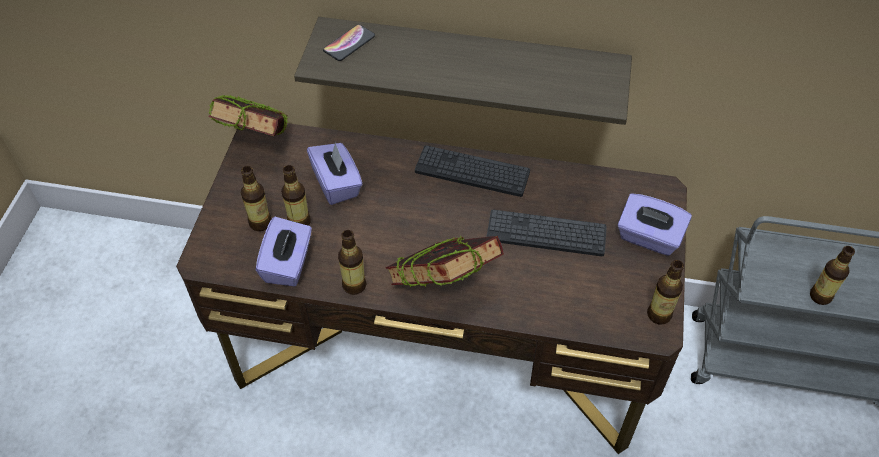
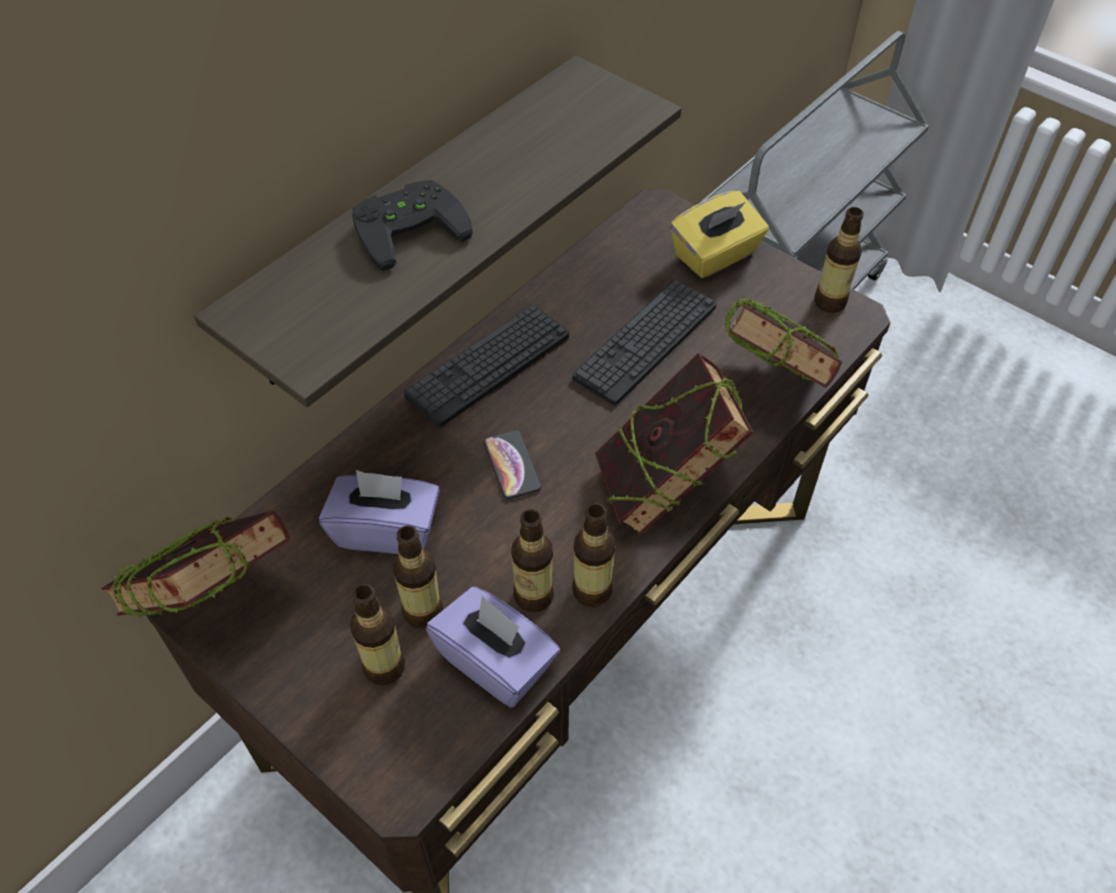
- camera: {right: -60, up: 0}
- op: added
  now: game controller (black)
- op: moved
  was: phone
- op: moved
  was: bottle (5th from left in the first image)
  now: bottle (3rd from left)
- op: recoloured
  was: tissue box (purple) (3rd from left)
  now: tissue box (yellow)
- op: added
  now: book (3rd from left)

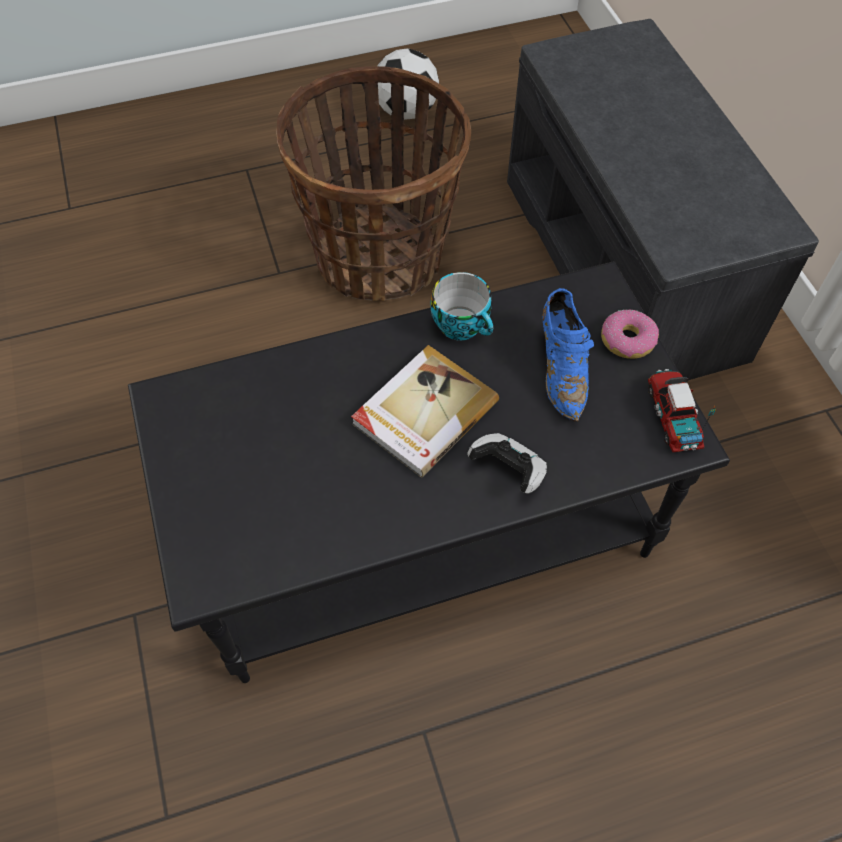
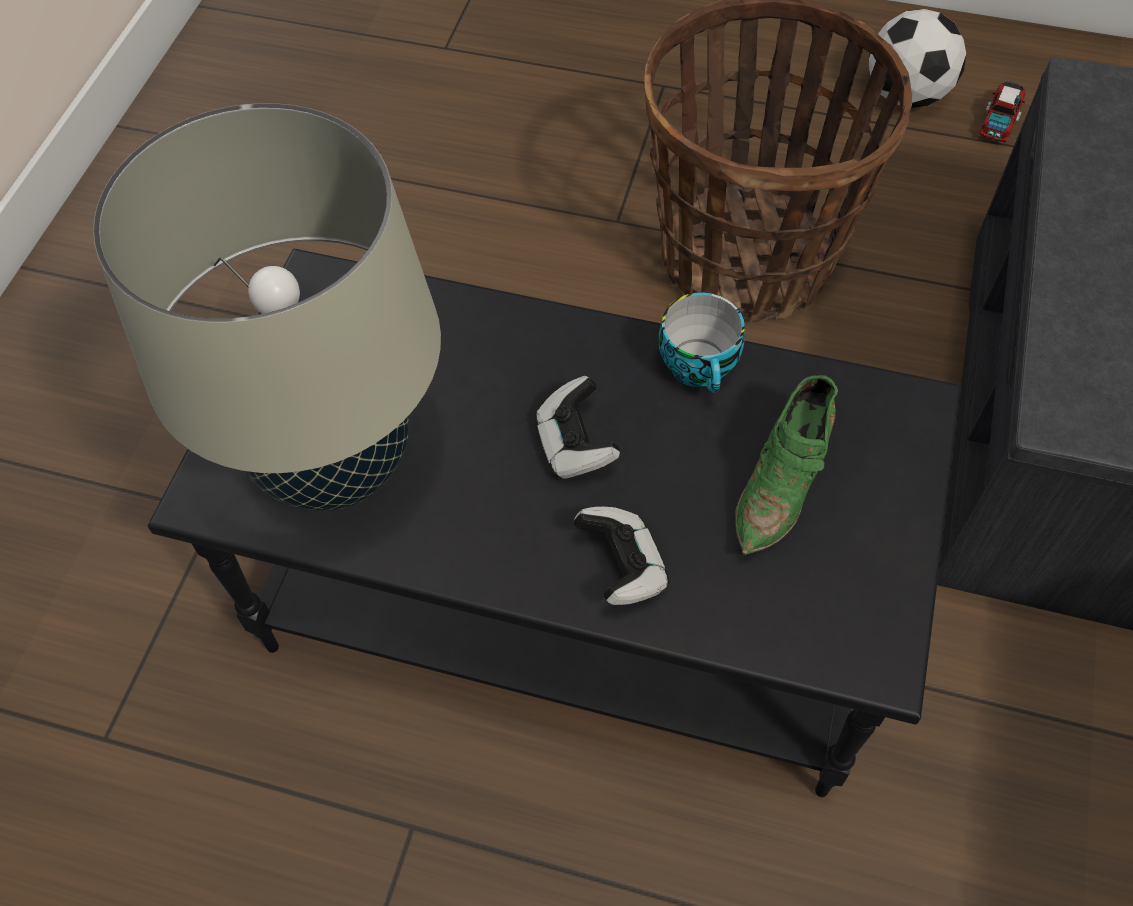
- camera: {right: 35, up: 0}
- op: added
  now: table lamp (beige)
- op: replaced
  was: book
  now: game controller (1st from left)
- op: recoloured
  was: shoe (blue)
  now: shoe (green)
- op: moved
  was: toy truck
- op: removed
  was: donut

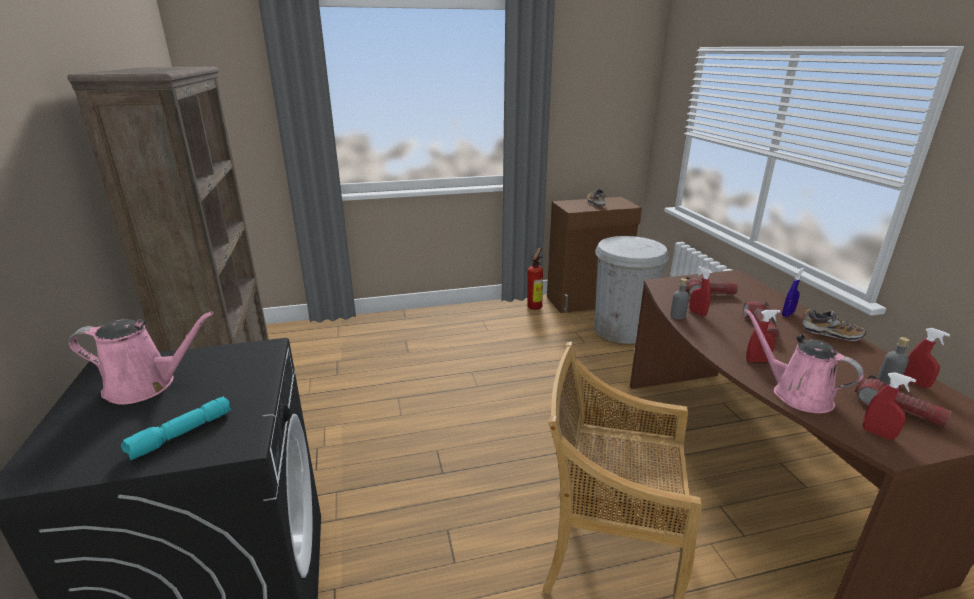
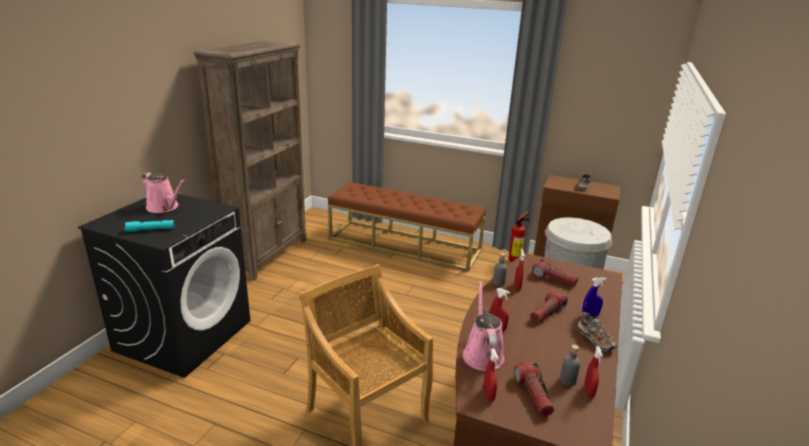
- camera: {right: 35, up: 0}
- op: added
  now: bench (brown)

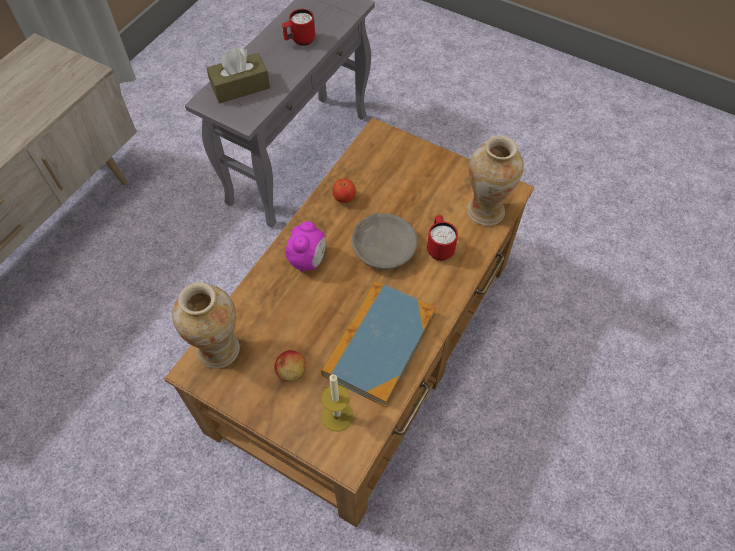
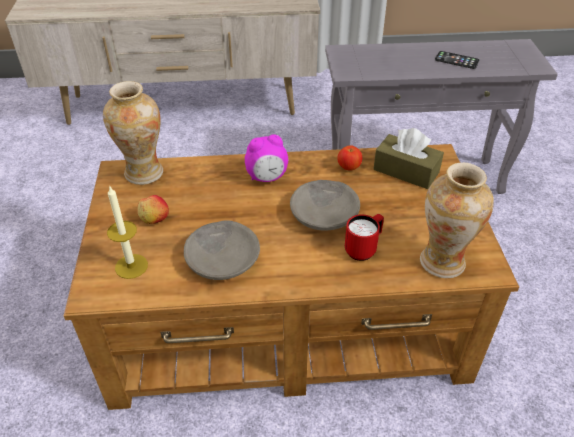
- camera: {right: 55, up: -15}
- op: replaced
  was: book
  now: bowl (grey) (1st from left)
- op: moved
  was: tissue box (brown)
- op: replaced
  was: mug (red) (1st from left)
  now: phone

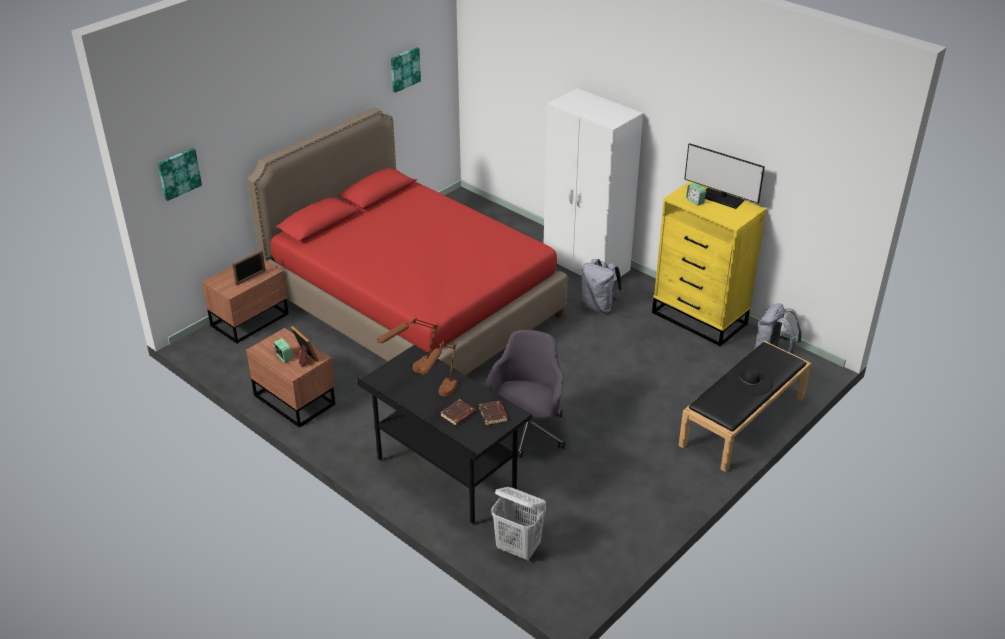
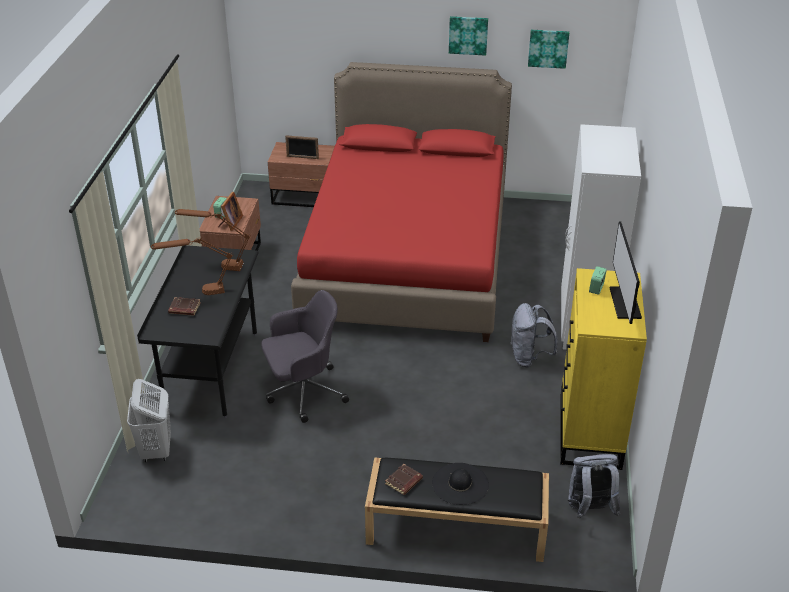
- camera: {right: 55, up: 0}
- op: moved
  was: book (brown) (2nd from left)
- op: moved
  was: picture (1st from left)

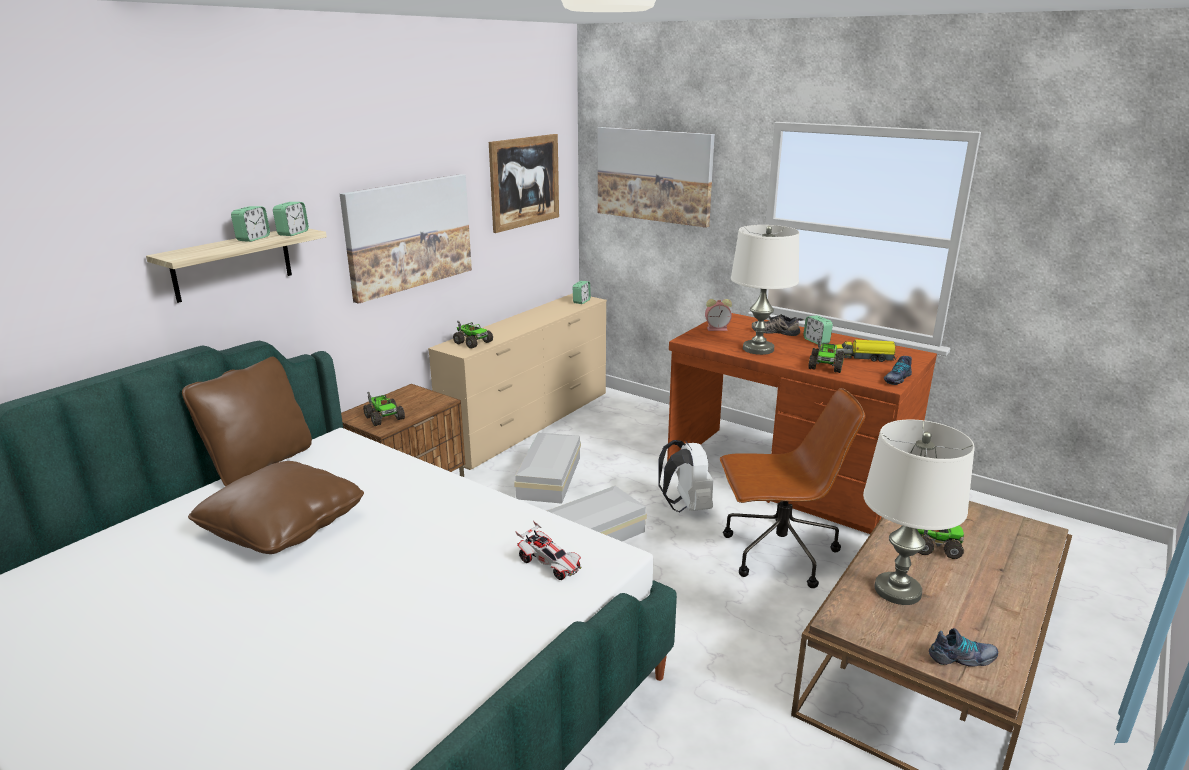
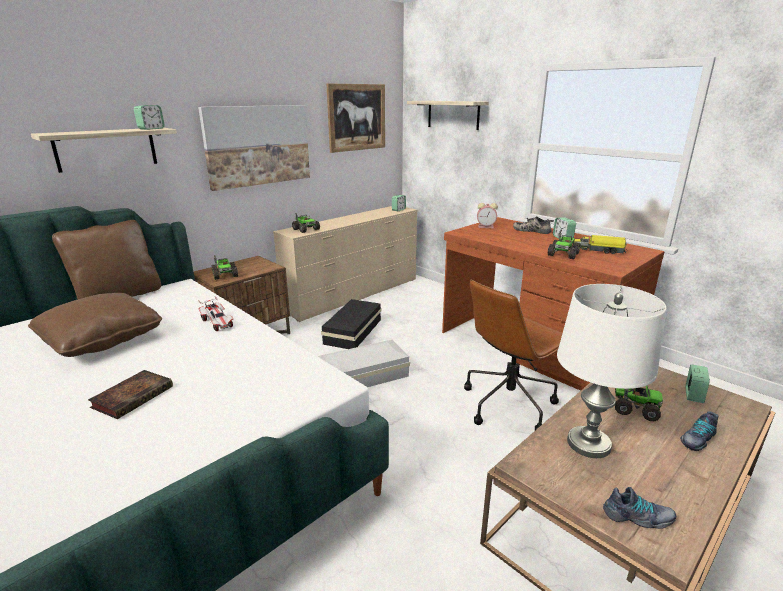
- camera: {right: 10, up: 0}
- op: added
  now: book
- op: moved
  was: toy car
- op: recoloured
  was: storage box (white) (1st from left)
  now: storage box (black)
- op: replaced
  was: picture (3rd from left)
  now: shelf (2nd from left)
- op: turned
  was: office chair (brown)
  clockwise: 135
- op: moved
  was: shoe (2nd from left in the first image)
  now: shoe (3rd from left)
- op: moved
  was: alarm clock (1st from left in the first image)
  now: alarm clock (5th from left)
- op: removed
  was: backpack (white)
- op: removed
  was: table lamp (white) (1st from left)

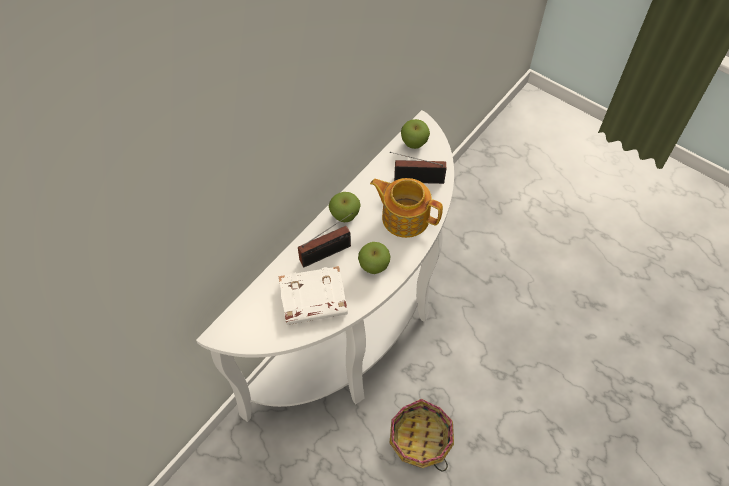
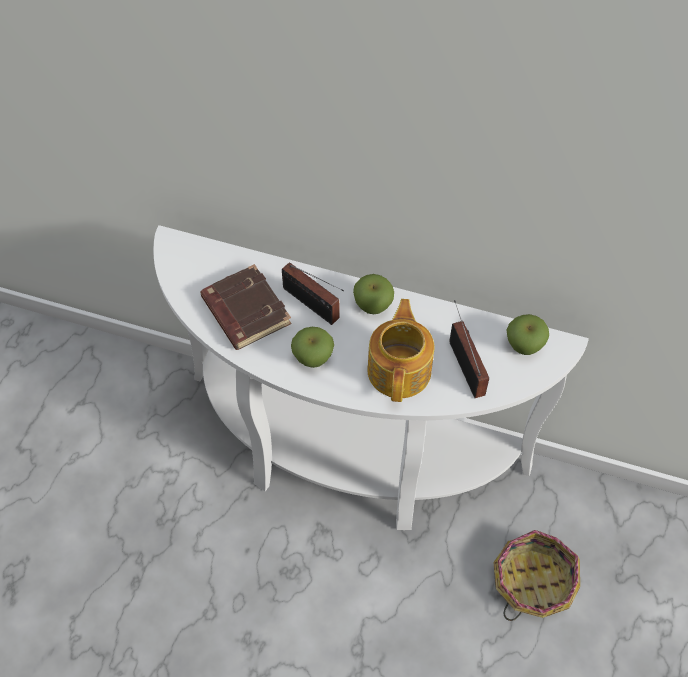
- camera: {right: 70, up: 0}
- op: recoloured
  was: book (white)
  now: book (brown)
- op: moved
  was: basket

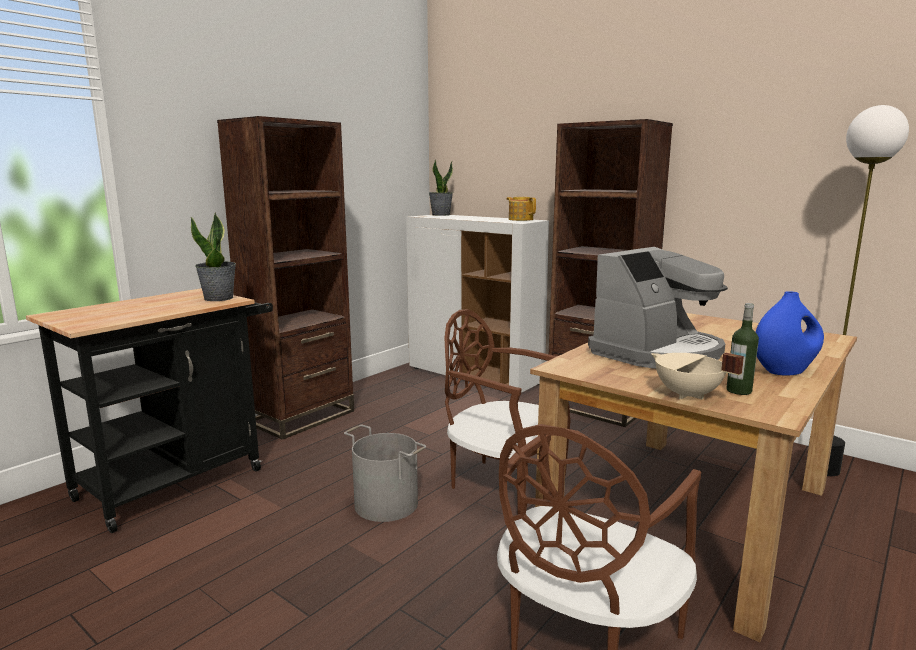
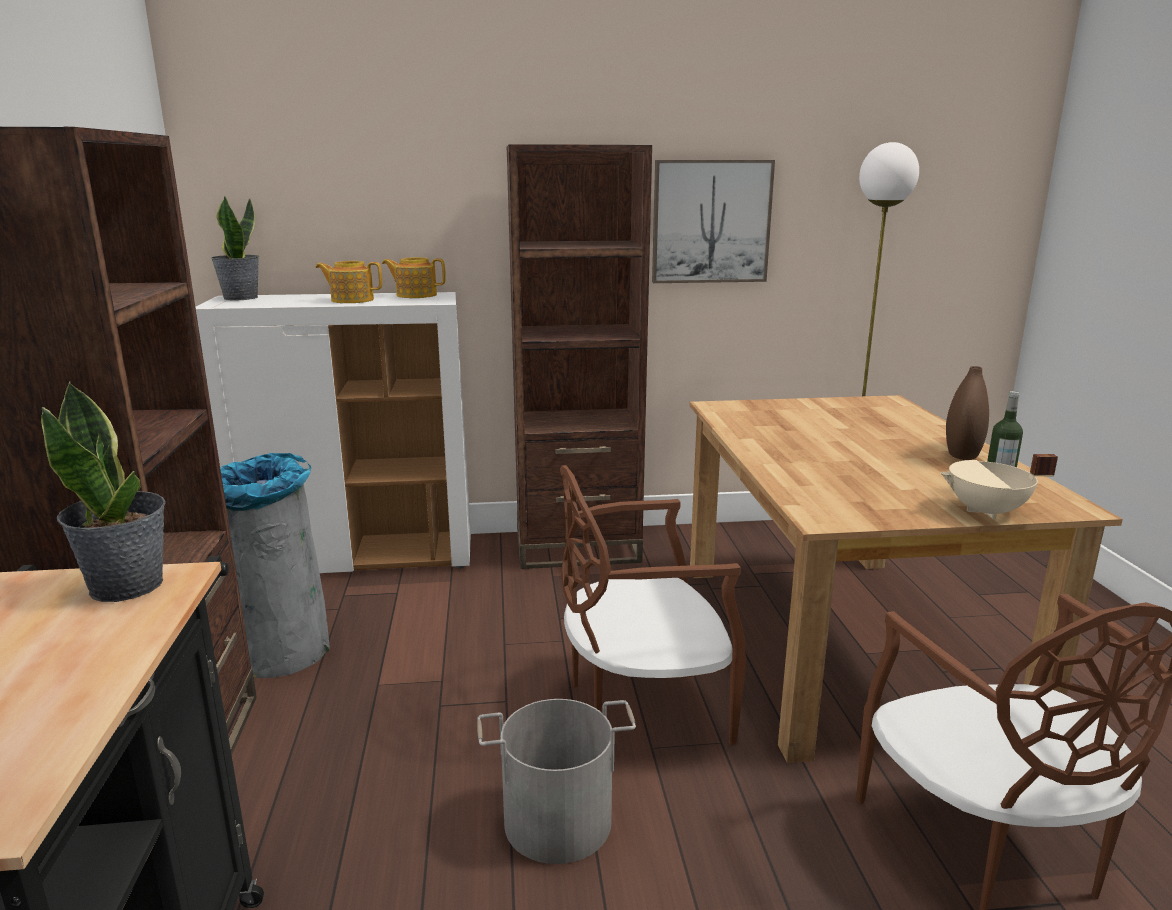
- camera: {right: -45, up: 5}
- op: added
  now: trash can (grey)
- op: added
  now: teapot (1st from left)
- op: added
  now: picture
- op: recoloured
  was: vase (blue)
  now: vase (brown)
- op: removed
  was: coffee machine

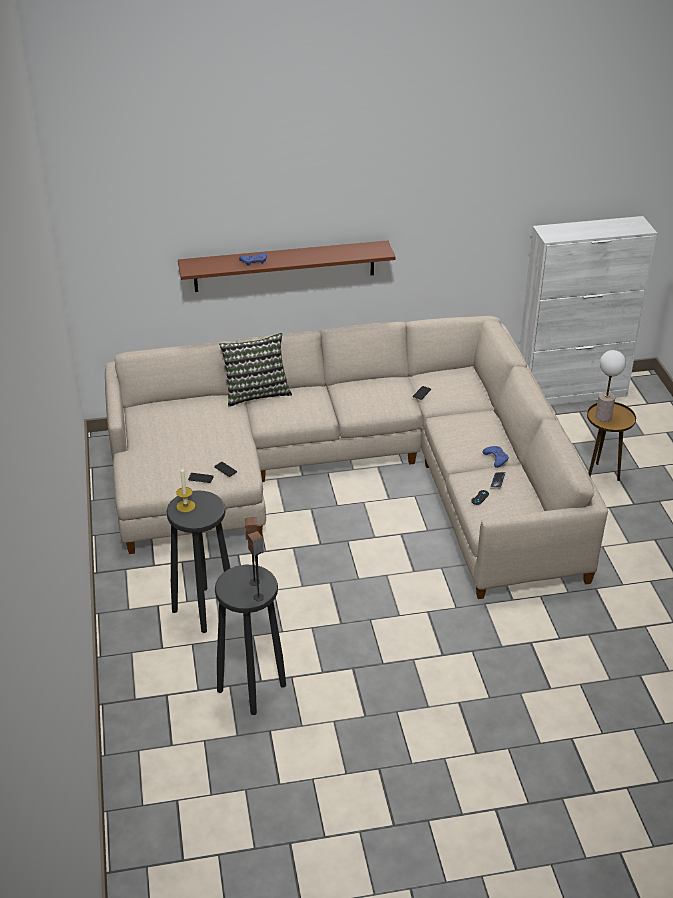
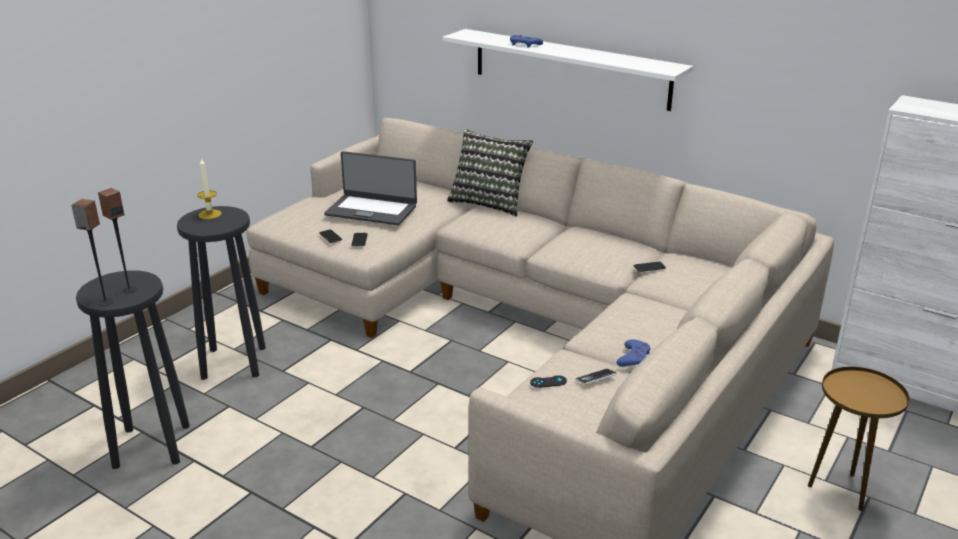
- camera: {right: 45, up: -10}
- op: added
  now: laptop
- op: recoloured
  was: shelf (brown)
  now: shelf (white)
- op: removed
  was: table lamp

